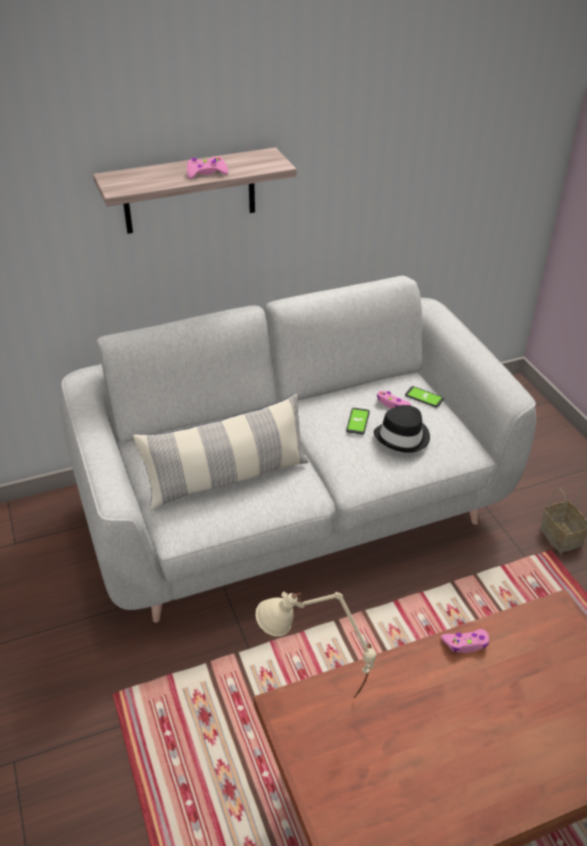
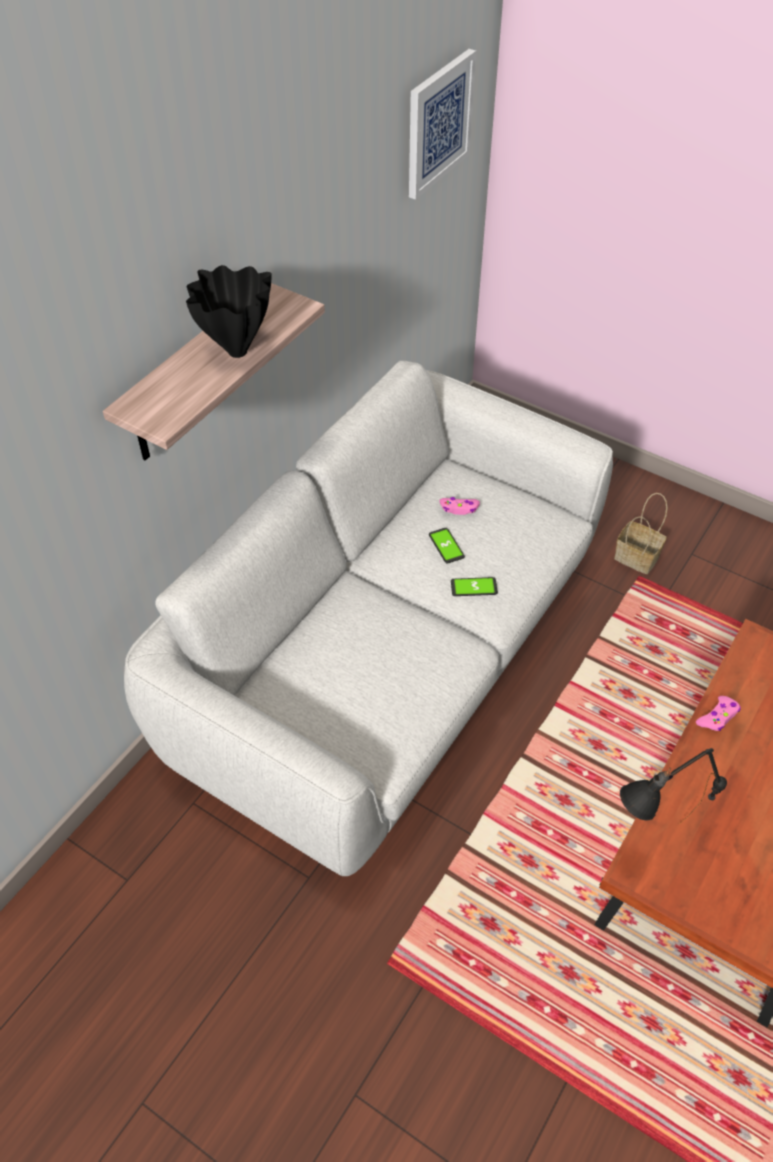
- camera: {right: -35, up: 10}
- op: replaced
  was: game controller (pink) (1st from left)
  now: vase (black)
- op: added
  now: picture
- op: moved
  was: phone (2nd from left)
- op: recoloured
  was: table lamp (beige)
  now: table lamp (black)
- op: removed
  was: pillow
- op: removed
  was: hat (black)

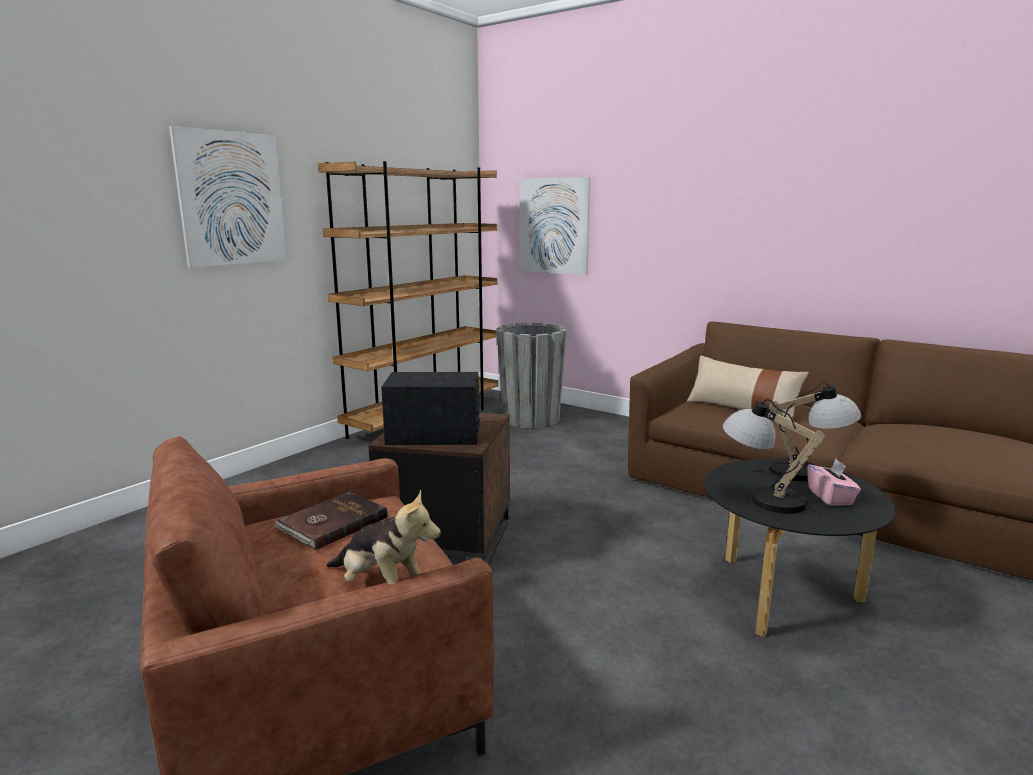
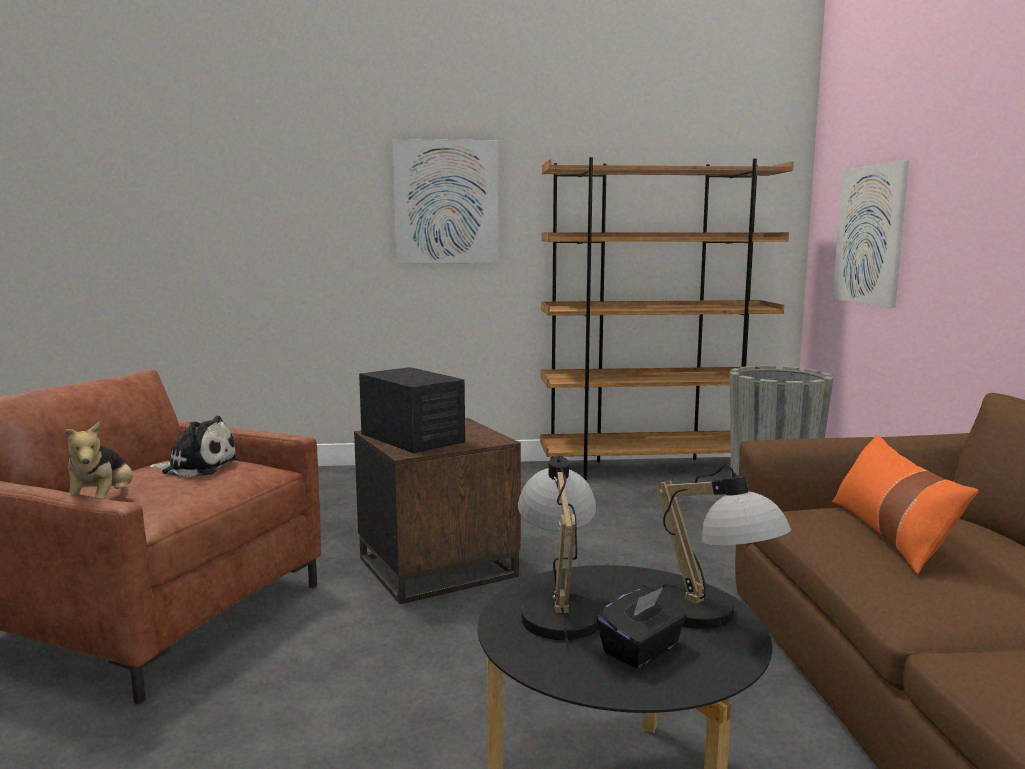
- camera: {right: 50, up: -5}
- op: replaced
  was: book (brown)
  now: plush toy (2nd from left)
- op: recoloured
  was: tissue box (pink)
  now: tissue box (black)
- op: recoloured
  was: pillow (beige)
  now: pillow (orange)

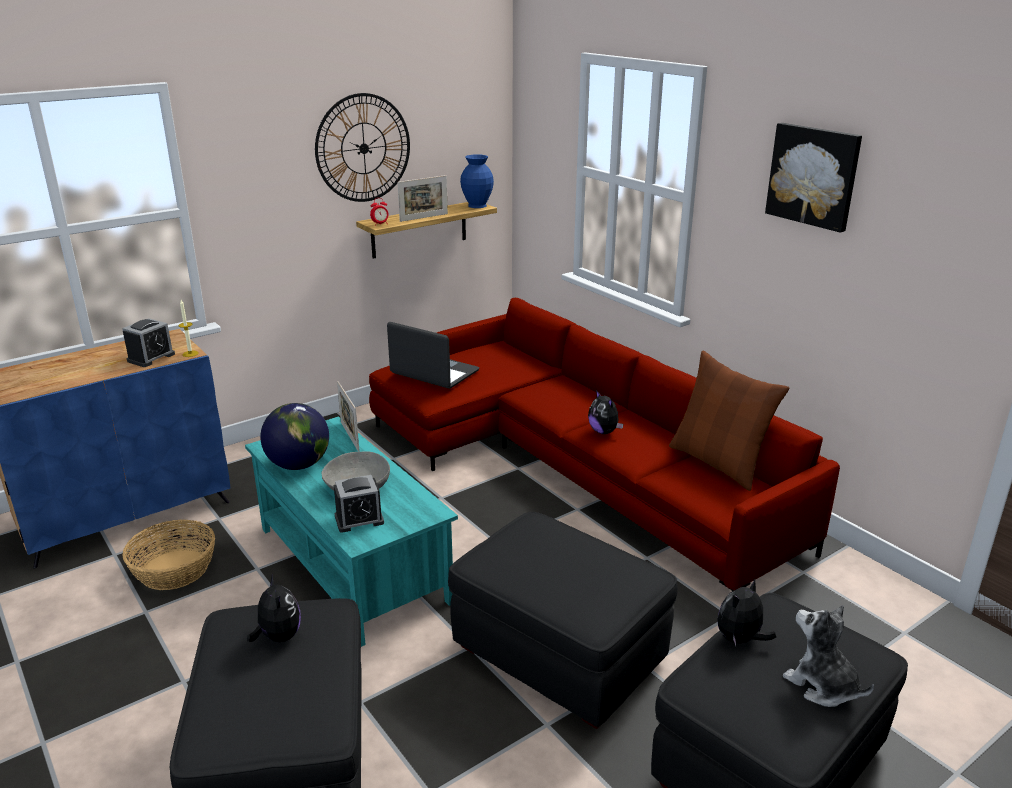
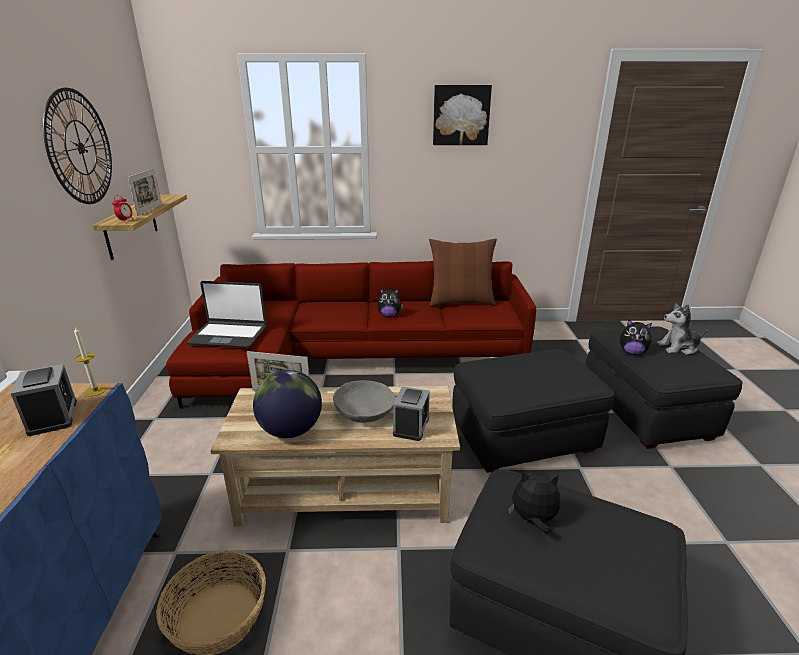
- camera: {right: -55, up: 0}
- op: turned
  was: laptop
  clockwise: -150
- op: recoloured
  was: coffee table (turquoise)
  now: coffee table (beige)
- op: turned
  was: plush toy (3rd from left)
  clockwise: -60
- op: removed
  was: vase (blue)

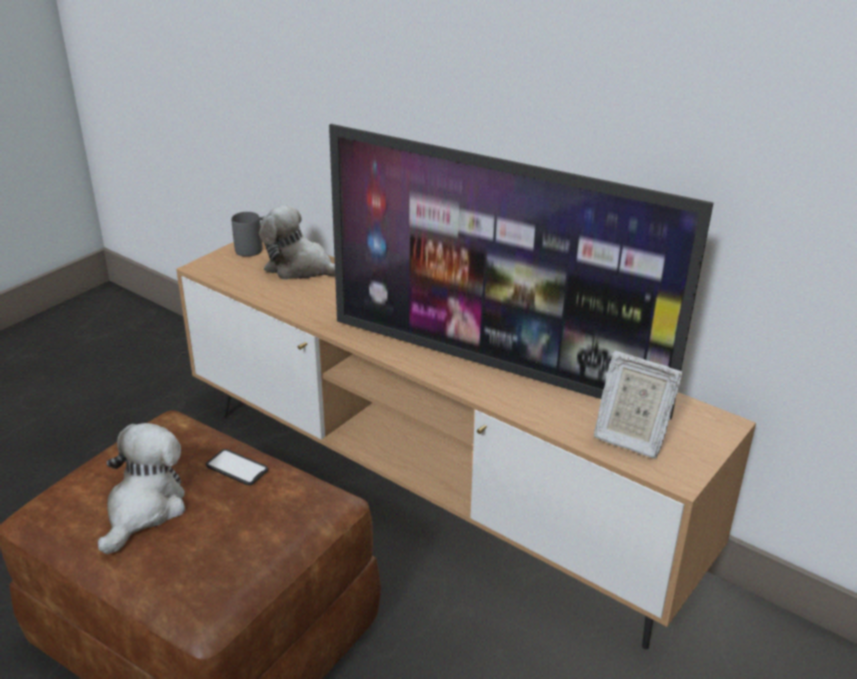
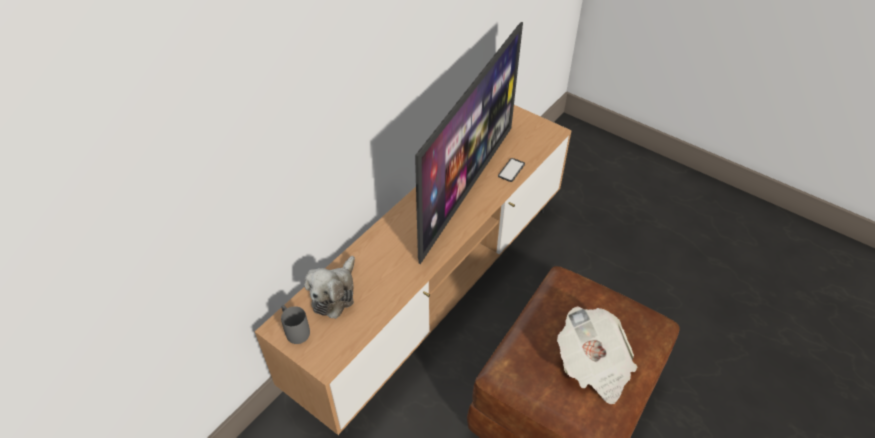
- camera: {right: -90, up: 15}
- op: moved
  was: phone
- op: replaced
  was: plush toy (1st from left)
  now: newspaper
- op: removed
  was: picture frame

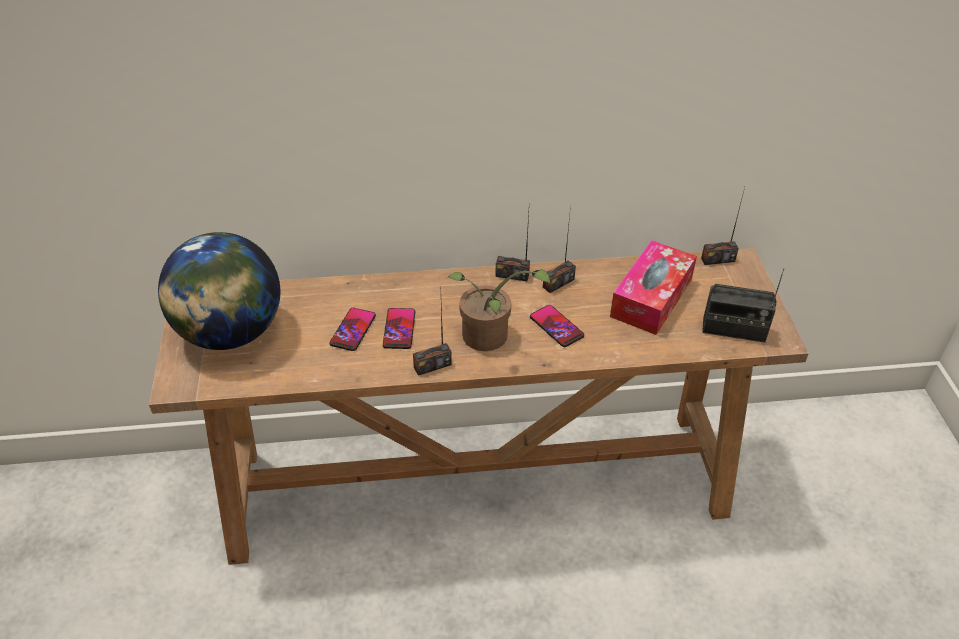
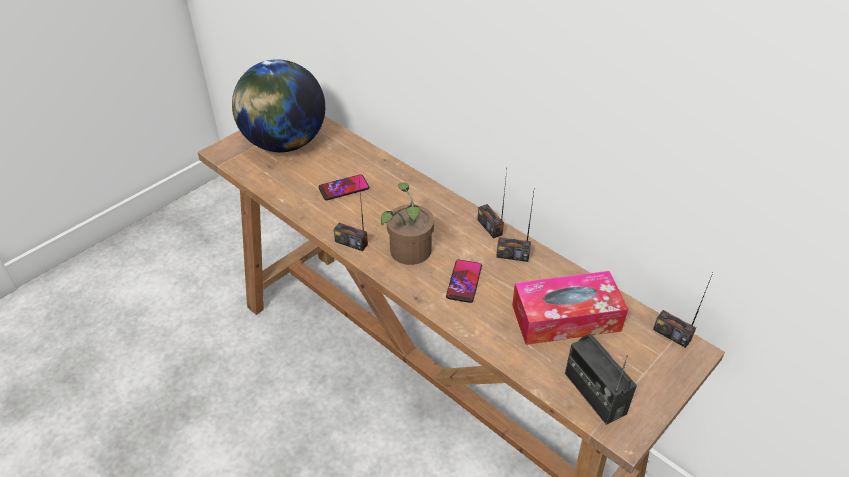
- camera: {right: 50, up: 0}
- op: removed
  was: phone (2nd from left)

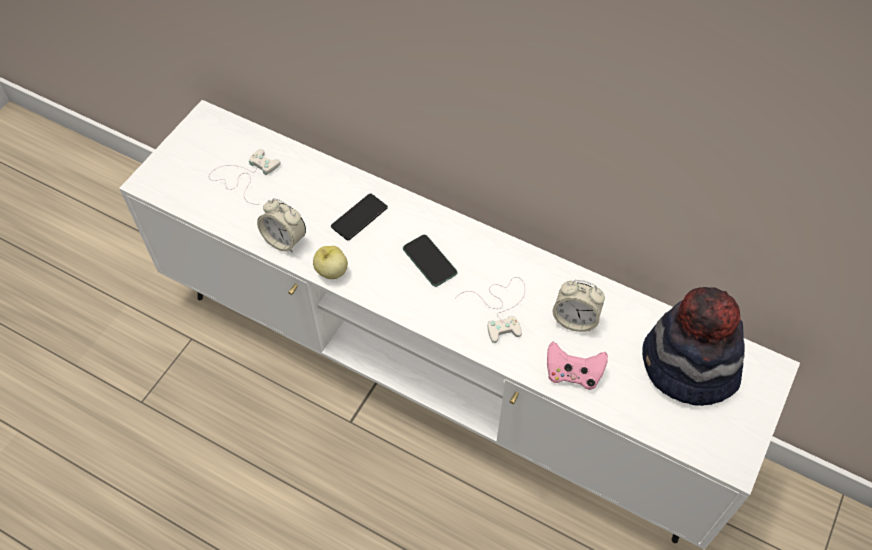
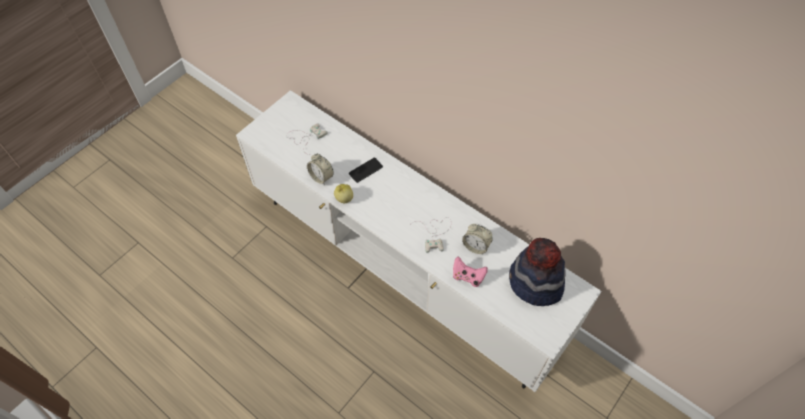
- camera: {right: 10, up: 0}
- op: removed
  was: phone (2nd from left)

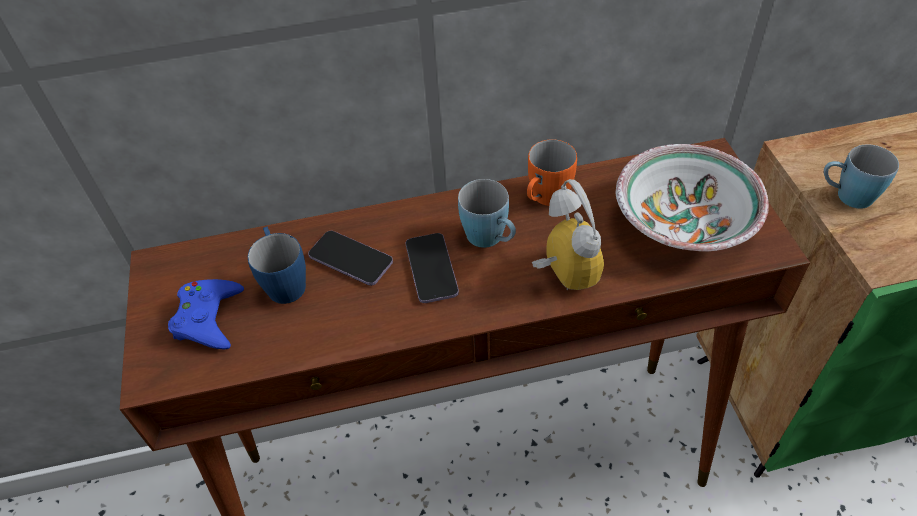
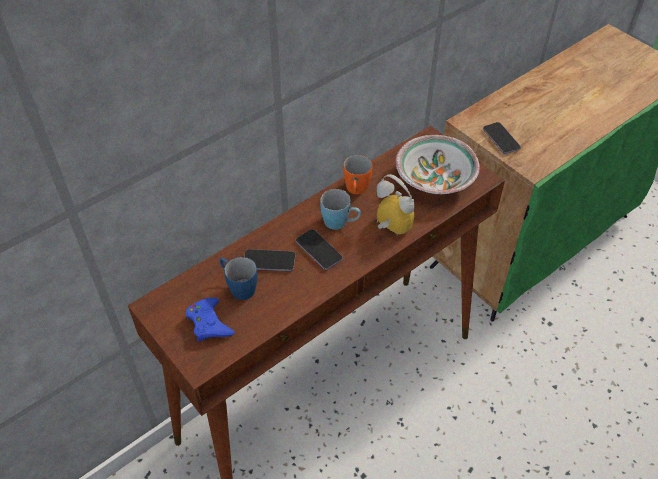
- camera: {right: -30, up: 0}
- op: replaced
  was: mug (blue) (3rd from left)
  now: phone (3rd from left)

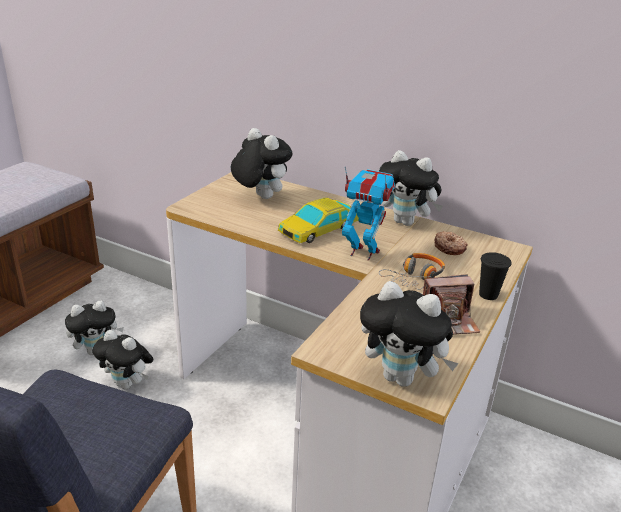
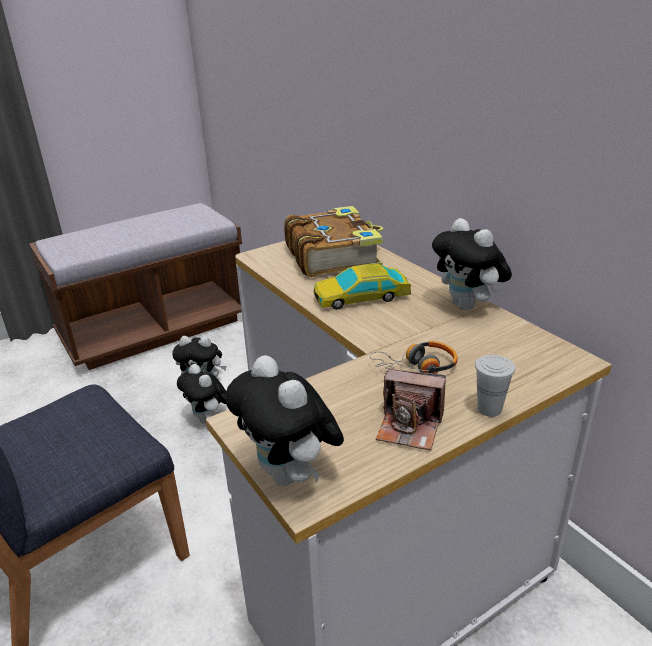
- camera: {right: 30, up: 0}
- op: replaced
  was: plush toy (3rd from left)
  now: book
- op: recoloured
  was: cup (black)
  now: cup (white)
- op: removed
  was: toy robot
- op: removed
  was: donut

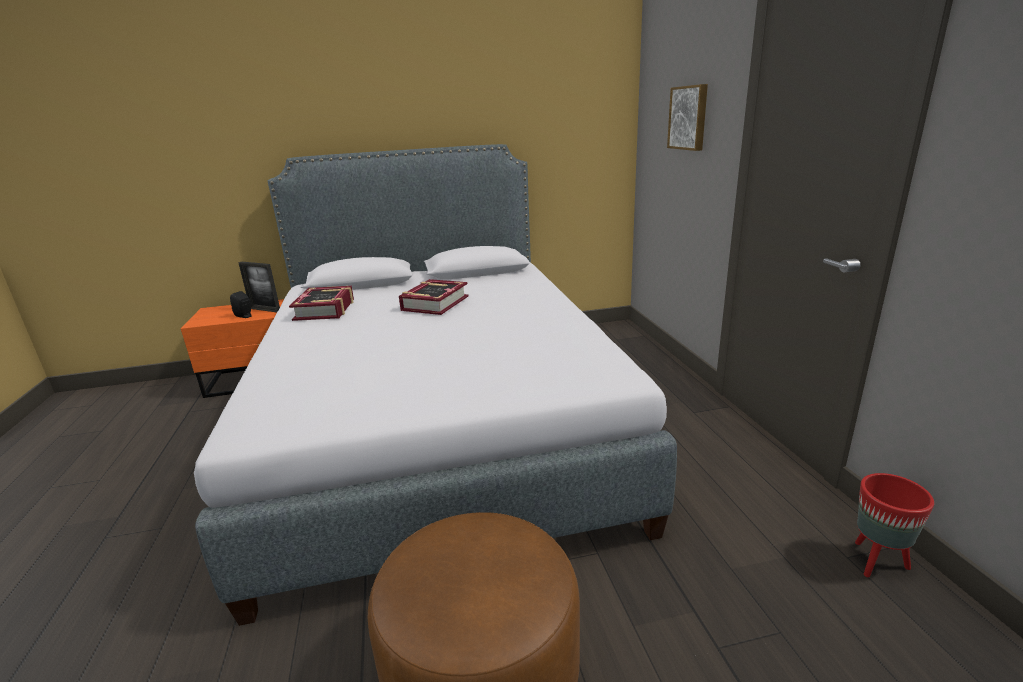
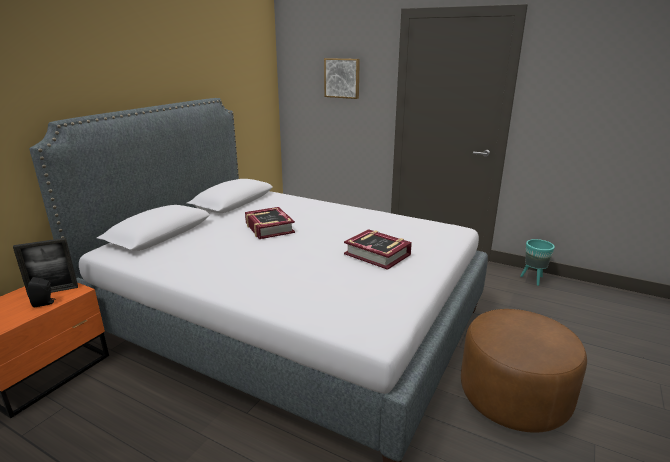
- camera: {right: -50, up: 0}
- op: moved
  was: book (1st from left in the first image)
  now: book (2nd from left)
- op: recoloured
  was: planter (red)
  now: planter (turquoise)

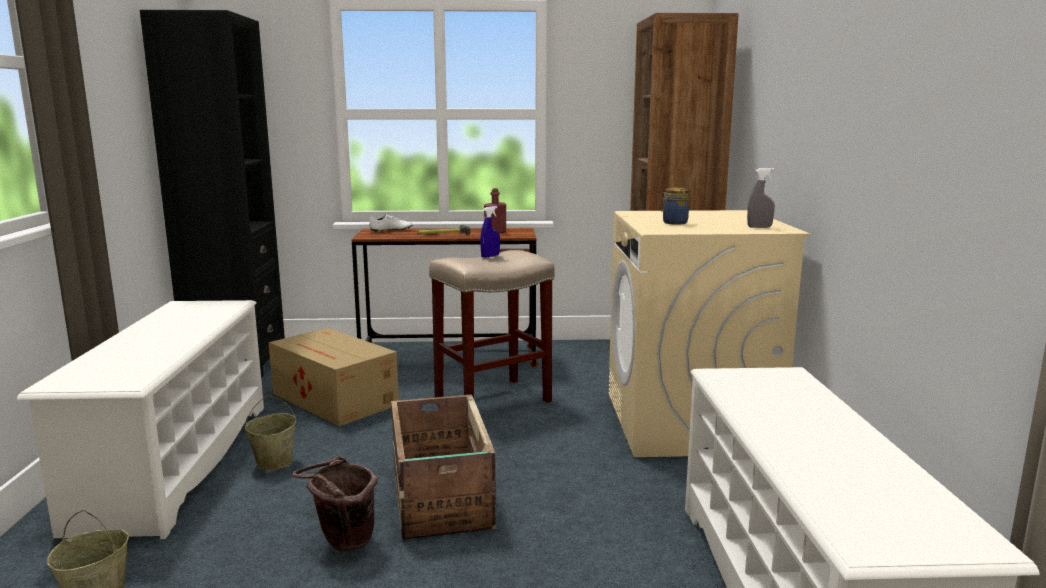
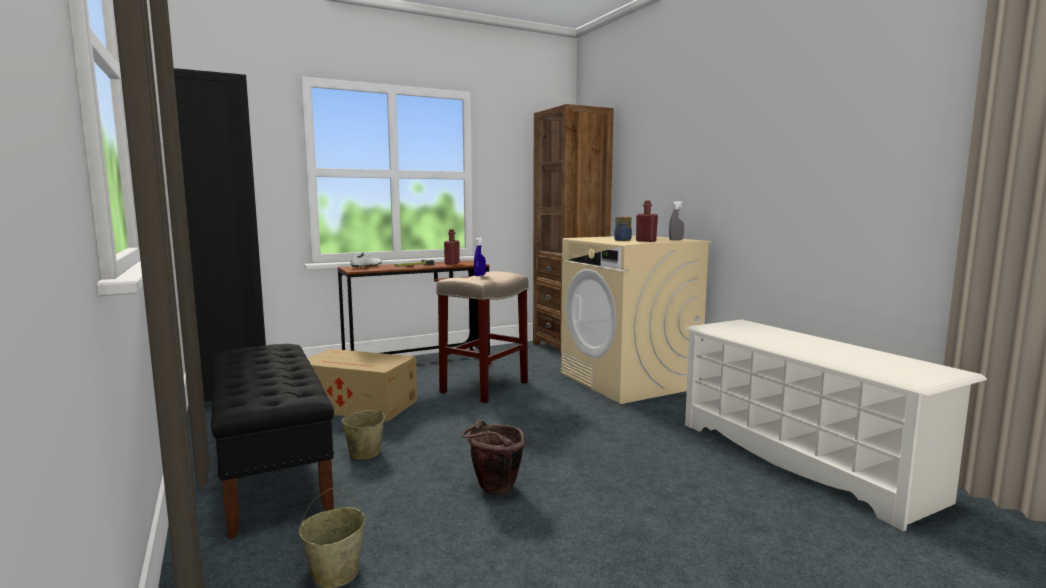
- camera: {right: -25, up: -5}
- op: replaced
  was: shoe rack (white) (1st from left)
  now: bench (black)
- op: added
  now: bottle (red) (2nd from left)
- op: removed
  was: crate

